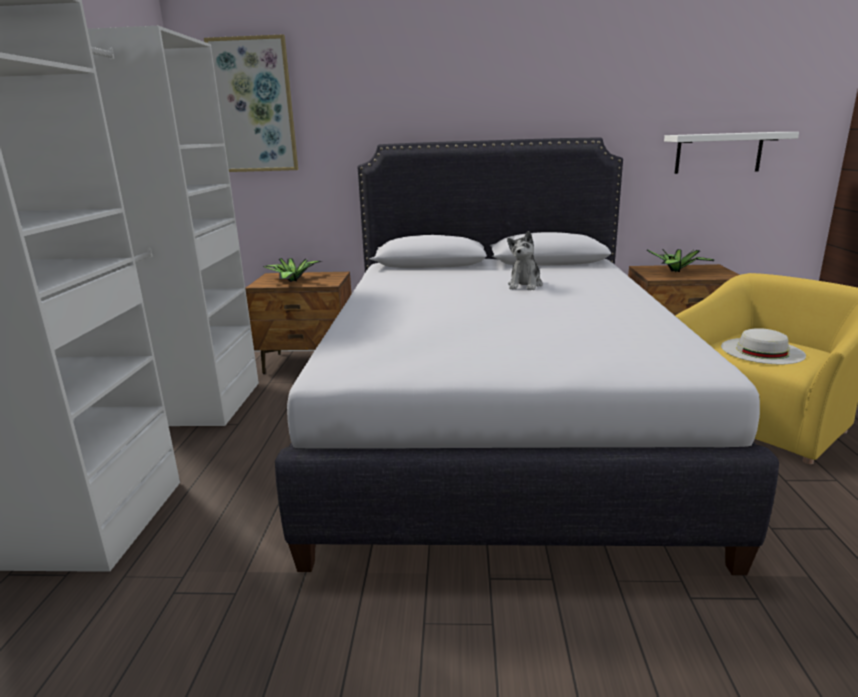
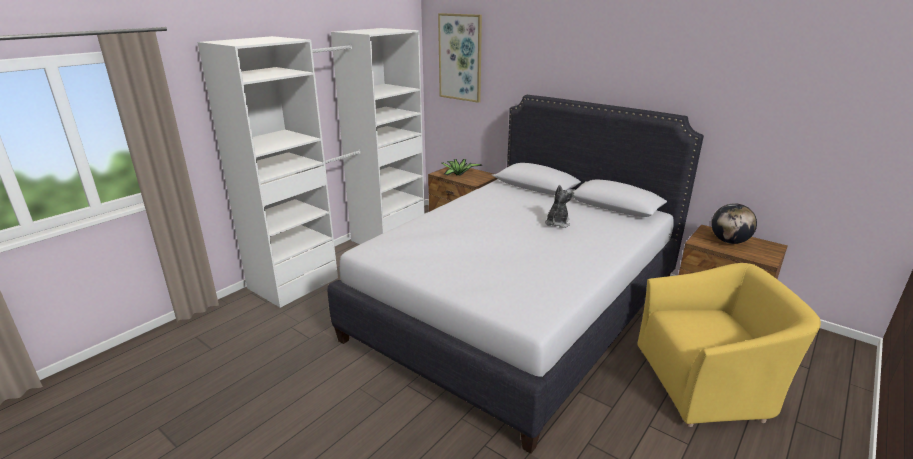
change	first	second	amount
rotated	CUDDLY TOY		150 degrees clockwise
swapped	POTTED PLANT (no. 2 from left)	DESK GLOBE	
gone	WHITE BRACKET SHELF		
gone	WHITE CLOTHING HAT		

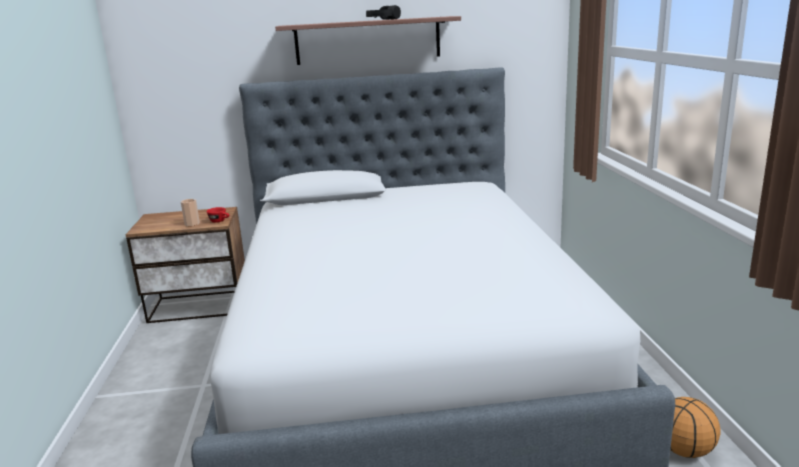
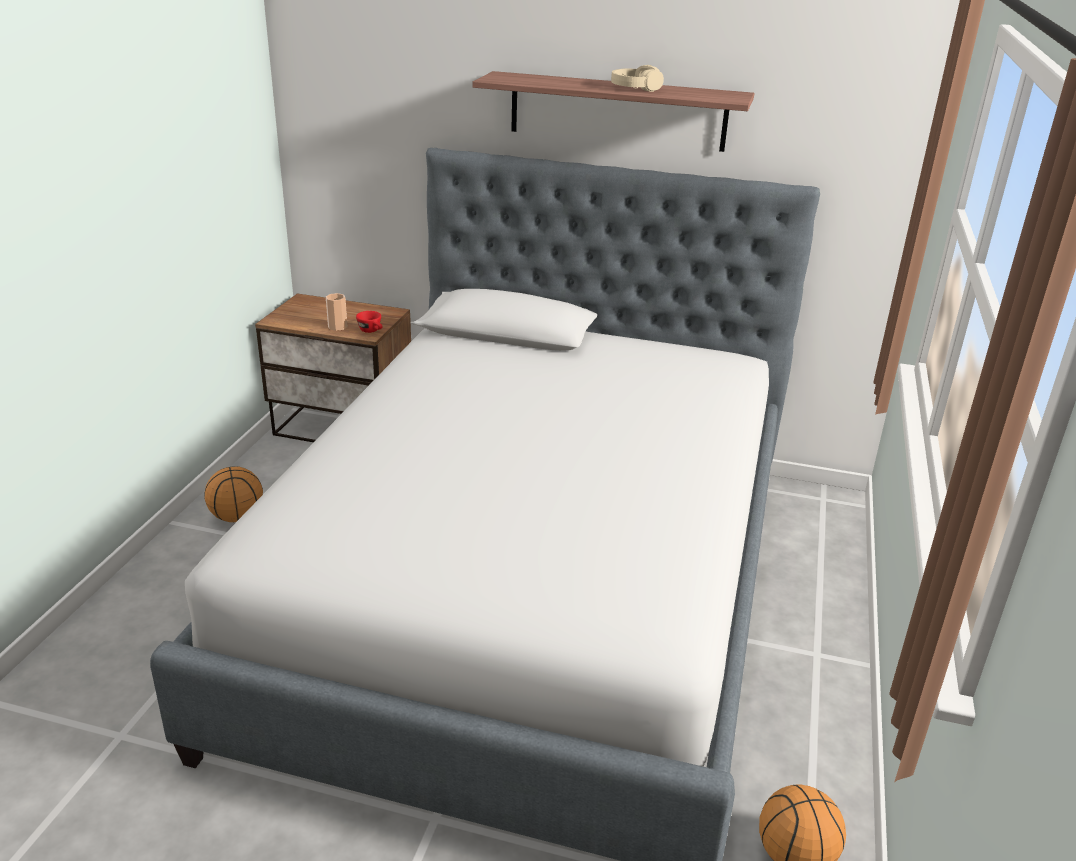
change	first	second	amount
repainted	BLACK-COLOURED HEADSET	BEIGE HEADSET	
new		BASKETBALL (no. 1 from left)	

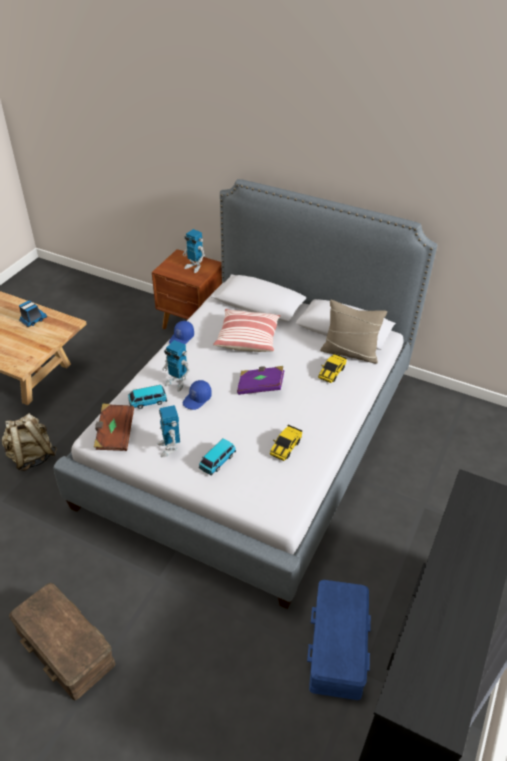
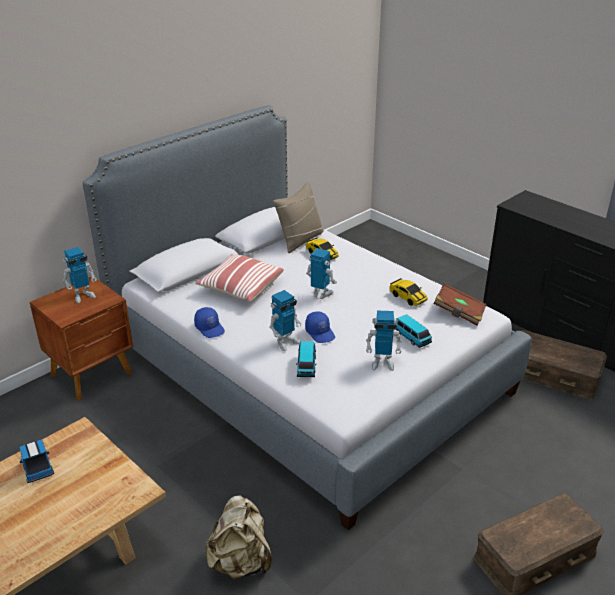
change	first	second	amount
shifted	BROWN BOOK		
swapped	PURPLE BOOK	MODEL ROBOT (no. 3 from left)	
repainted	BLUE-COLOURED STORAGE BIN	BROWN STORAGE BIN (no. 2 from left)	

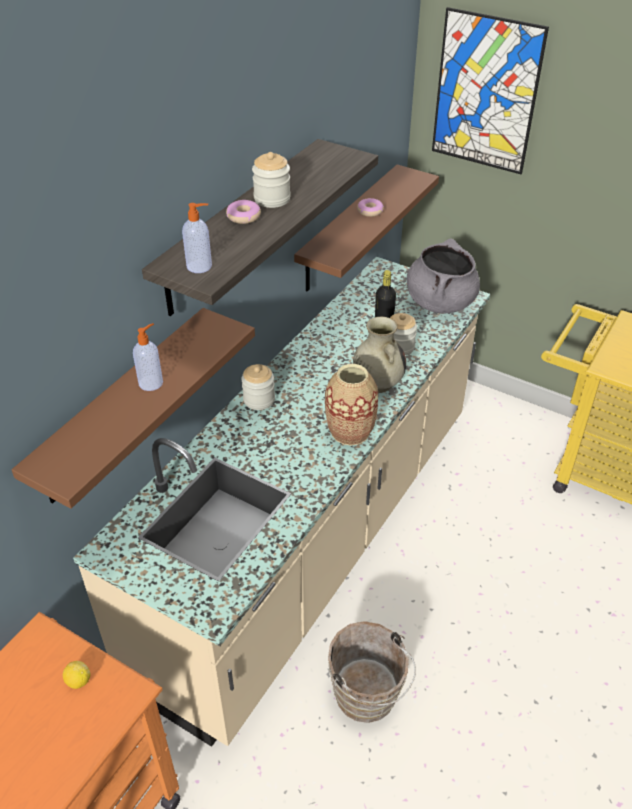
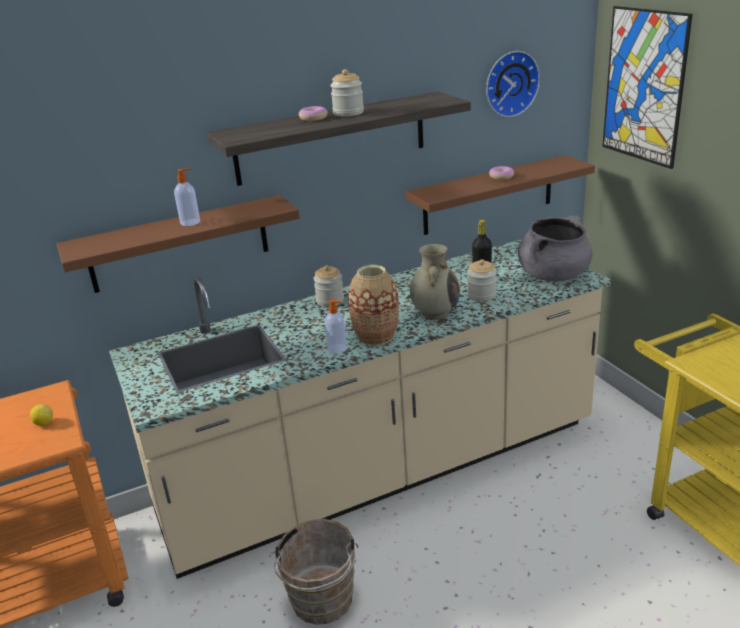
change	first	second	amount
shifted	LIQUID SOAP BOTTLE (no. 2 from left)		
new		HANGING CLOCK	

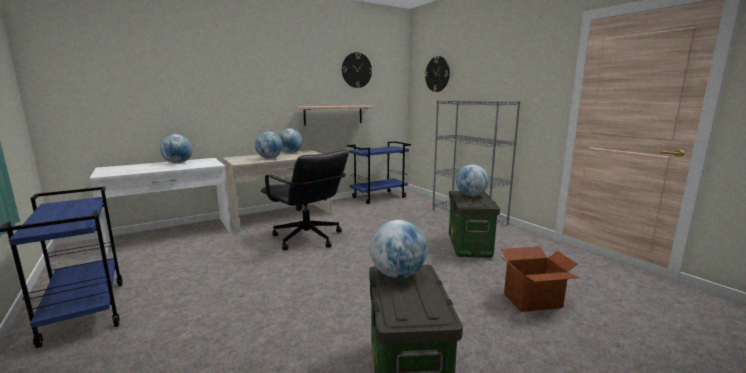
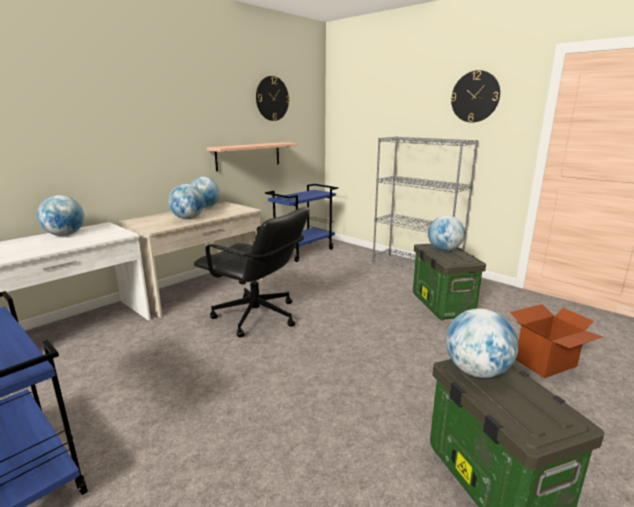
change	first	second	amount
shifted	HANGING CLOCK (no. 2 from left)		

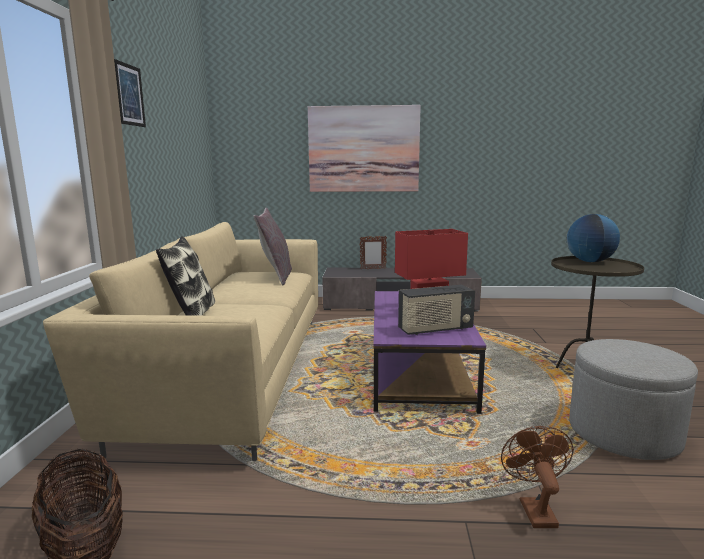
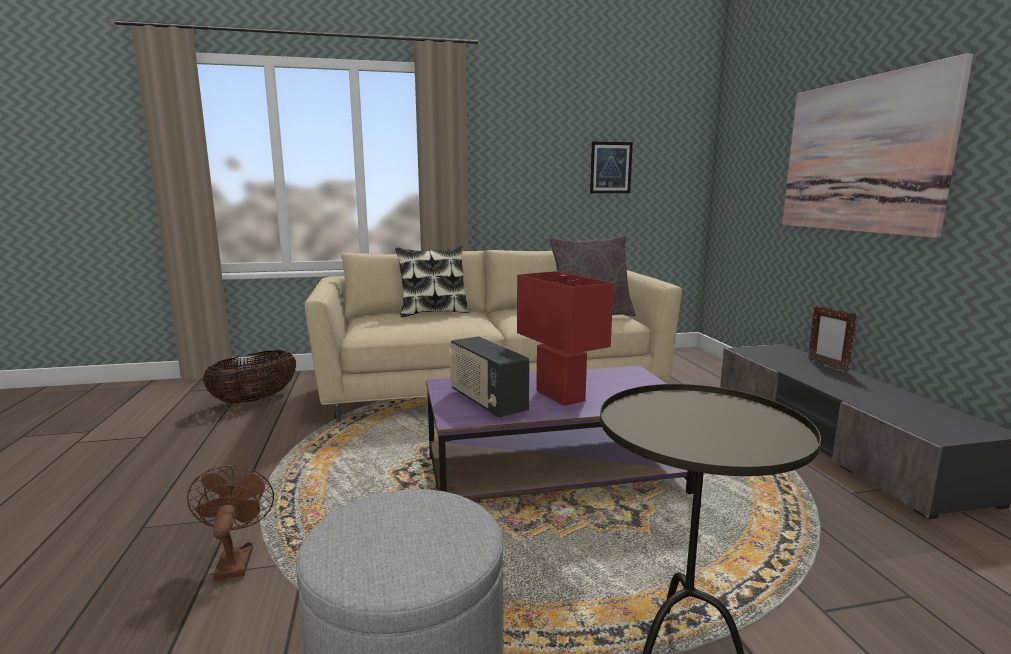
change	first	second	amount
shifted	WALL PICTURE (no. 1 from left)		
rotated	BROWN FAN		90 degrees counterclockwise
gone	DESK GLOBE		

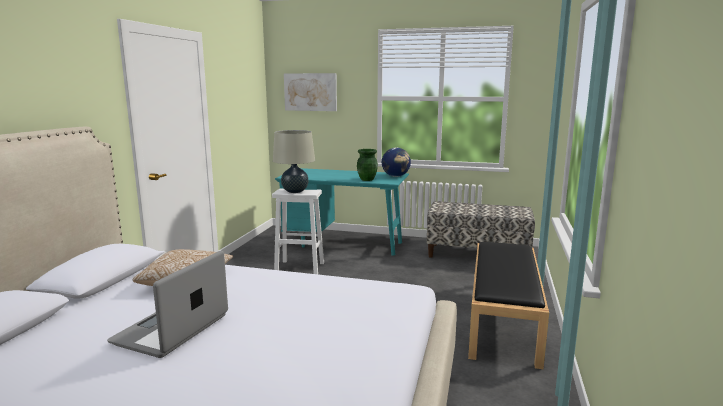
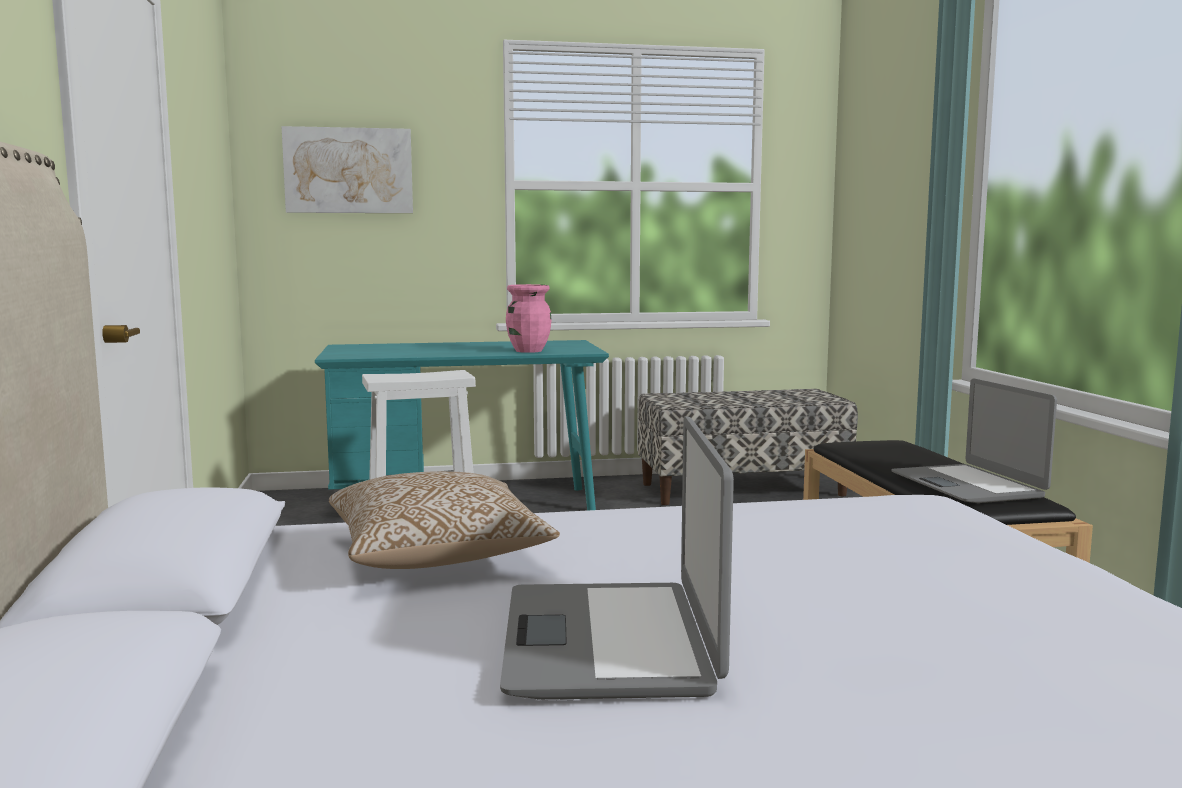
change	first	second	amount
gone	BEIGE TABLETOP LAMP		
repainted	GREENISH VASE	PINK VASE	
gone	DESK GLOBE		
new		NOTEBOOK COMPUTER (no. 2 from left)	

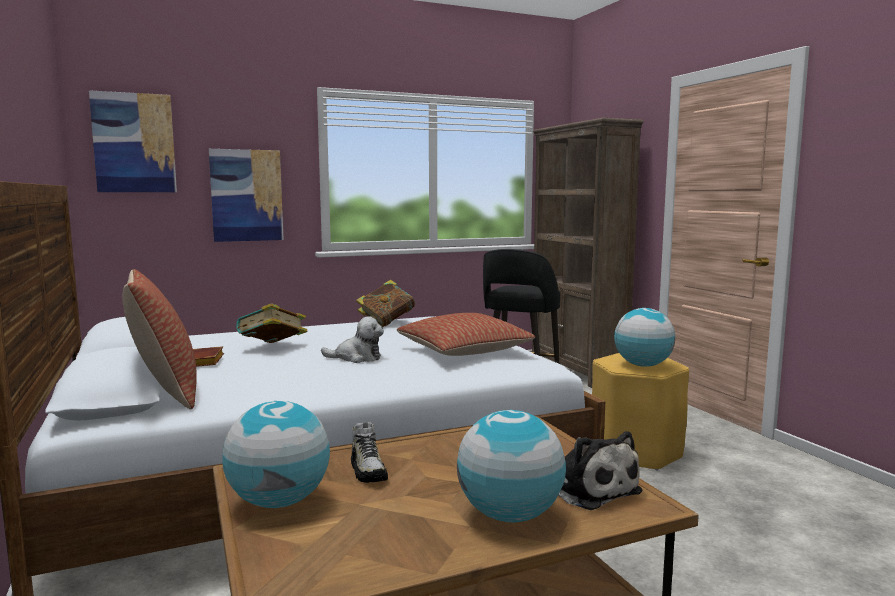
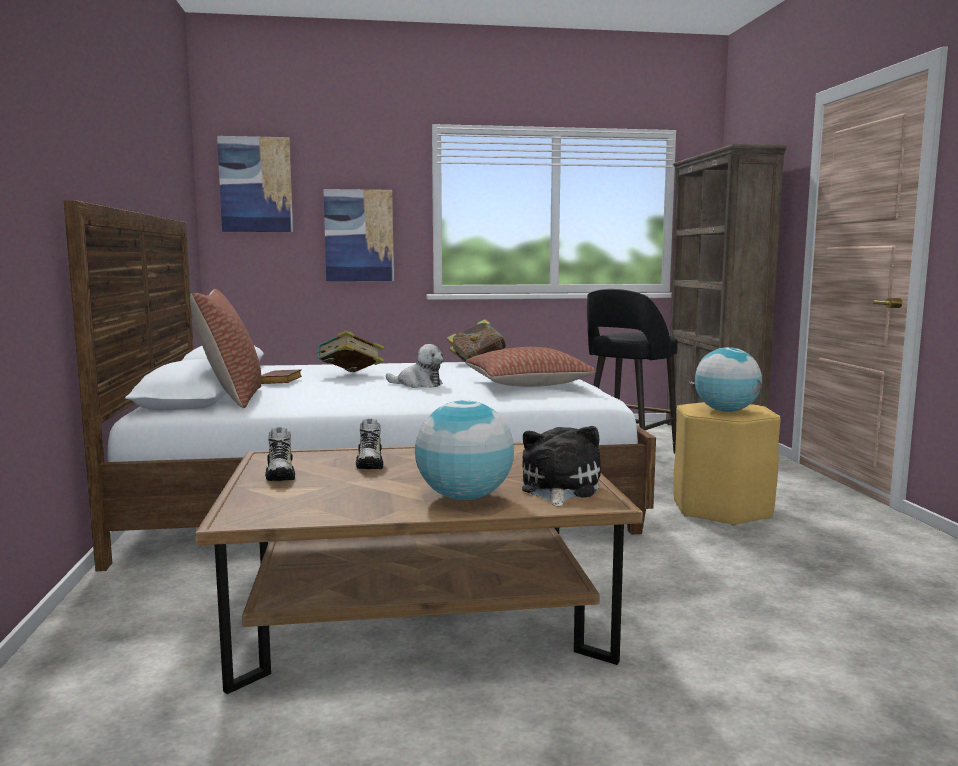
change	first	second	amount
swapped	DESK GLOBE (no. 1 from left)	SHOE (no. 1 from left)	
rotated	CUDDLY TOY (no. 2 from left)		150 degrees counterclockwise

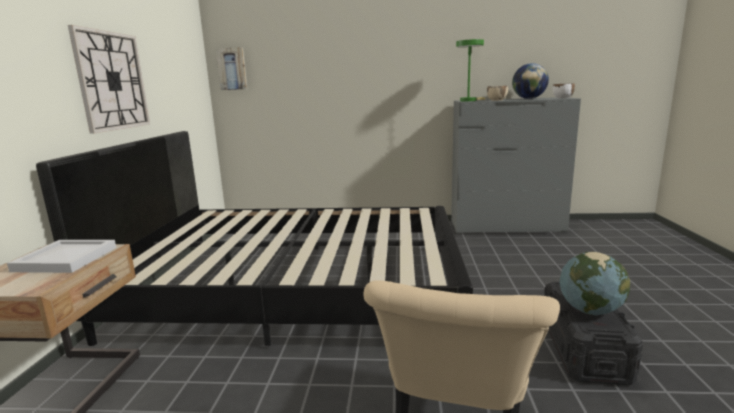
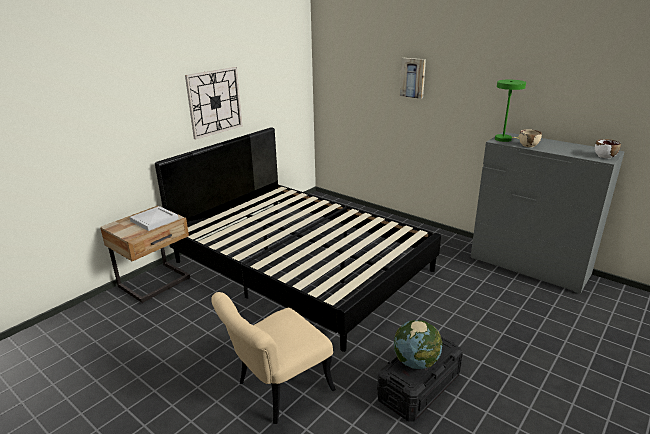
change	first	second	amount
shifted	WALL PICTURE		
gone	DESK GLOBE (no. 1 from left)		

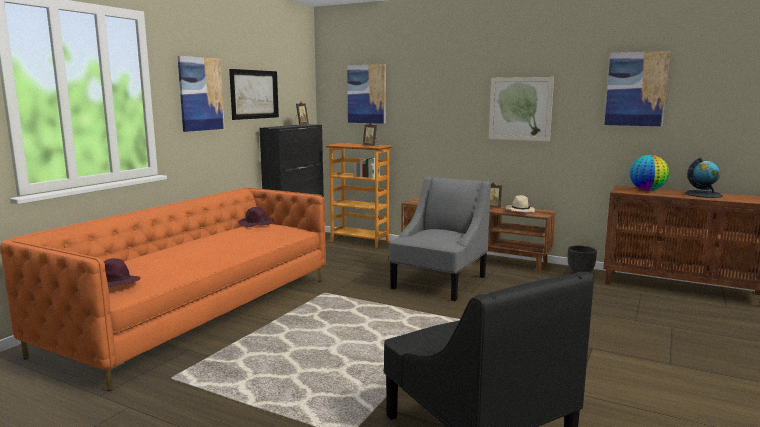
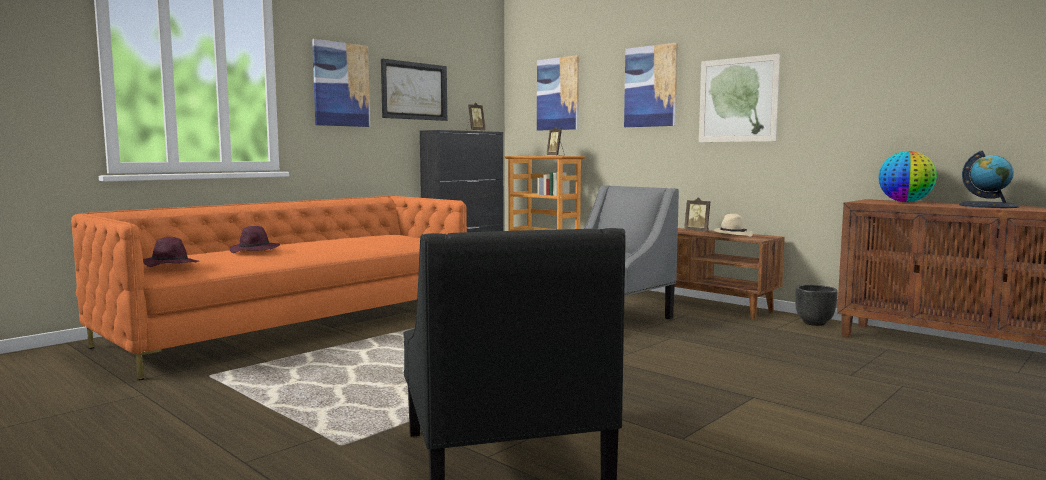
change	first	second	amount
shifted	PURPLE CLOTHING HAT (no. 2 from left)		
shifted	WALL PICTURE (no. 5 from left in the first image)	WALL PICTURE (no. 4 from left)	

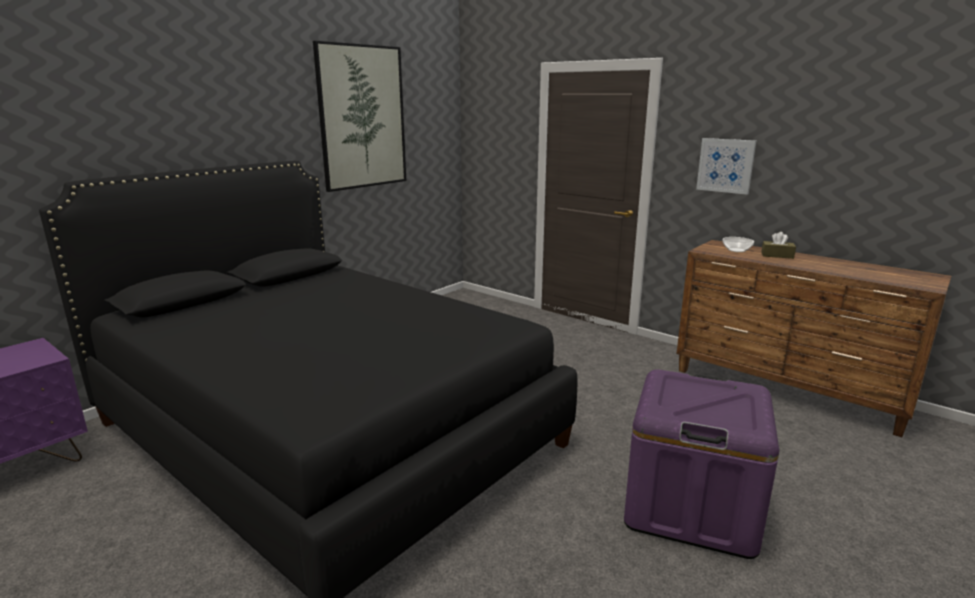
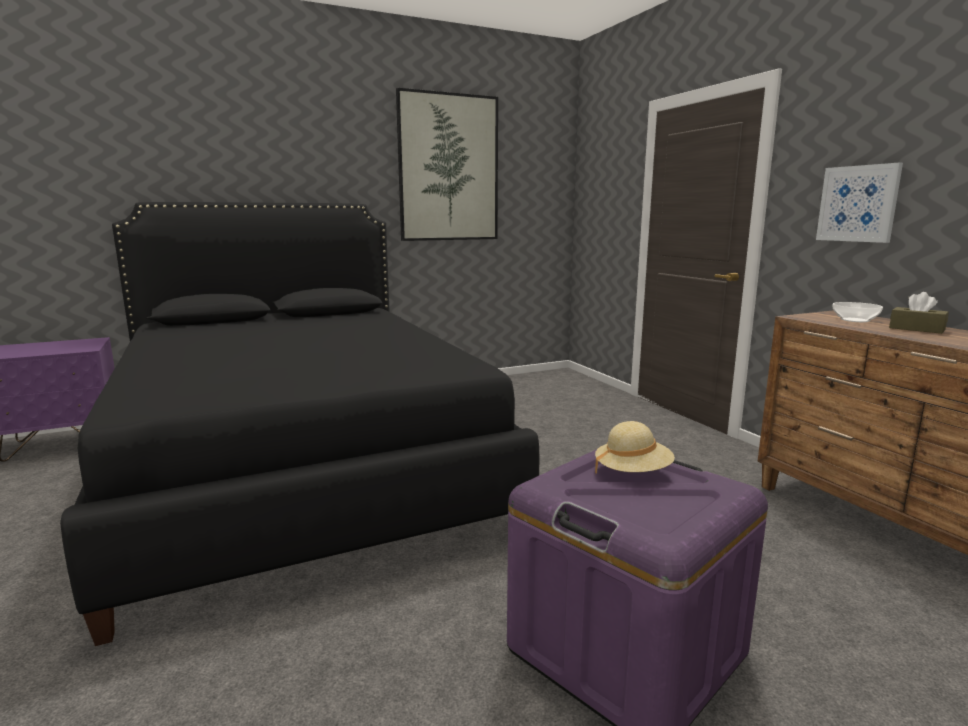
change	first	second	amount
new		BEIGE CLOTHING HAT	

